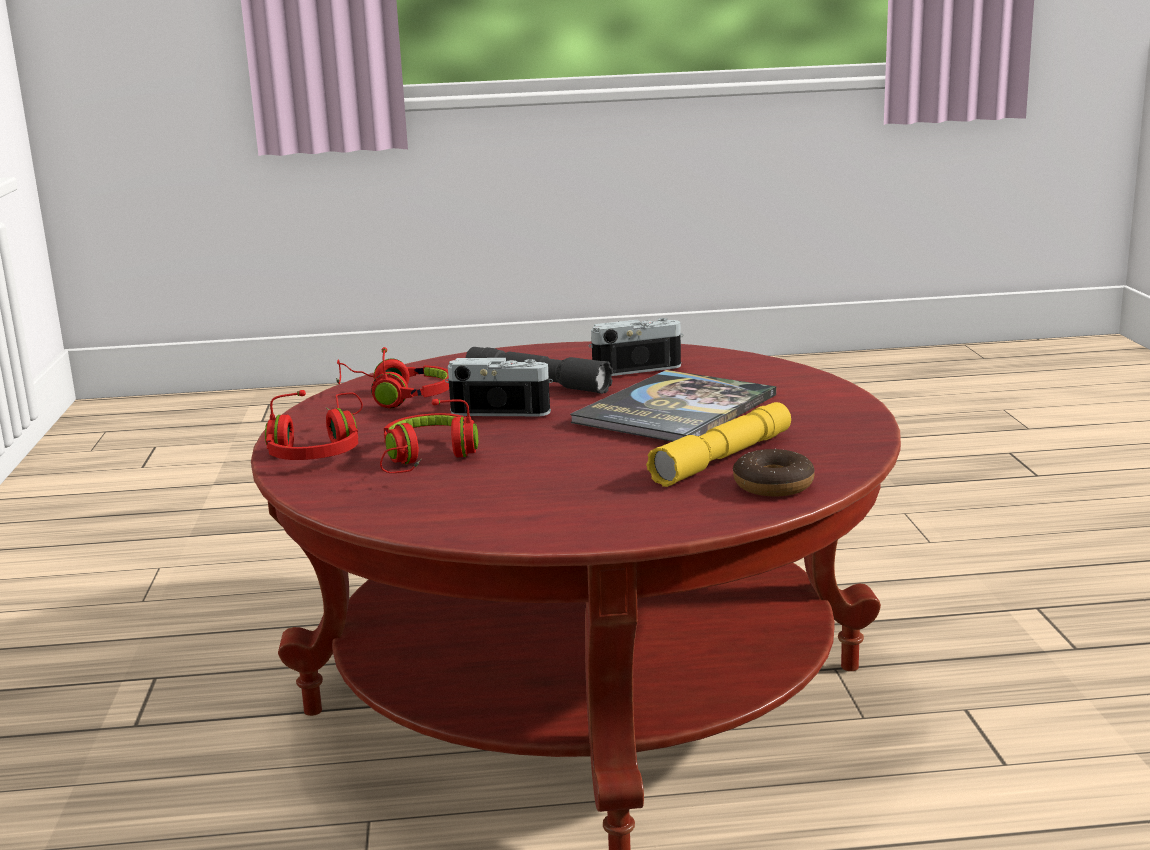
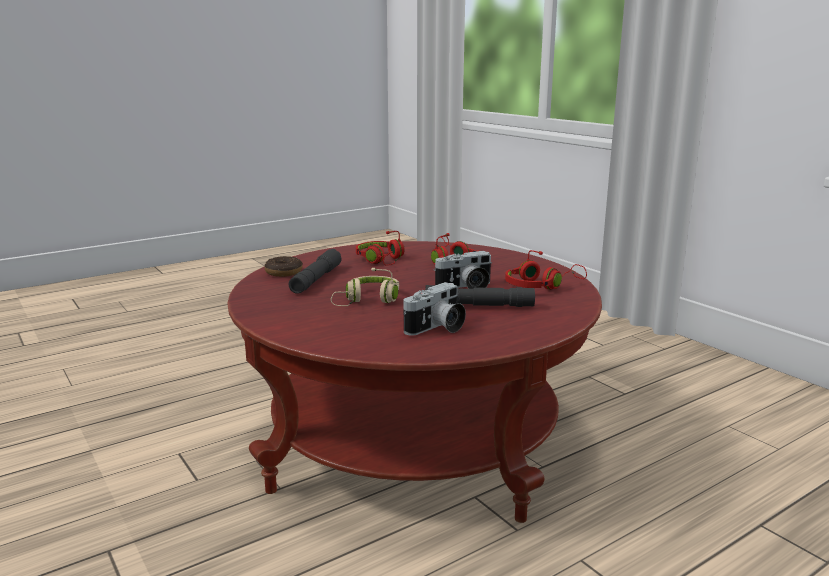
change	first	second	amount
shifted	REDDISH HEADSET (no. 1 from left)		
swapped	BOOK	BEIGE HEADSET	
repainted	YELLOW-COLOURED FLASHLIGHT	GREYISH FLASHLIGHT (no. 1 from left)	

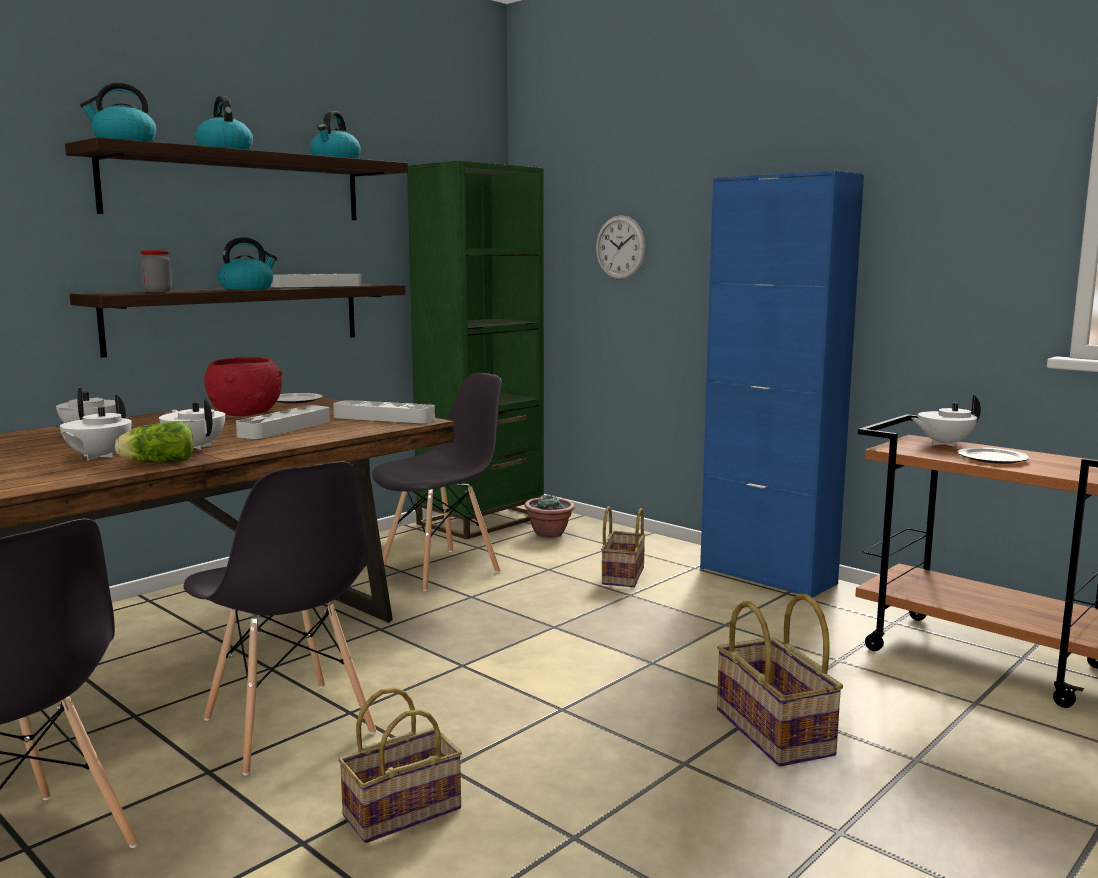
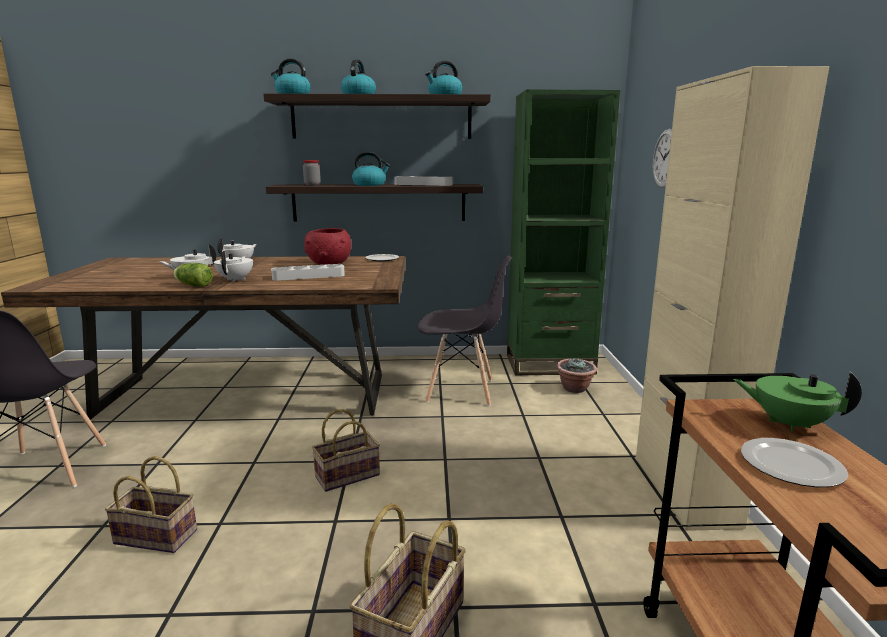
change	first	second	amount
gone	GREYISH CHAIR (no. 2 from left)		
gone	GREYISH SERVING TRAY (no. 3 from left)		
shifted	BASKET (no. 2 from left)		
repainted	BLUE-COLOURED CUPBOARD	BEIGE CUPBOARD	
repainted	WHITE POT FOR TEA (no. 4 from left)	GREENISH POT FOR TEA	

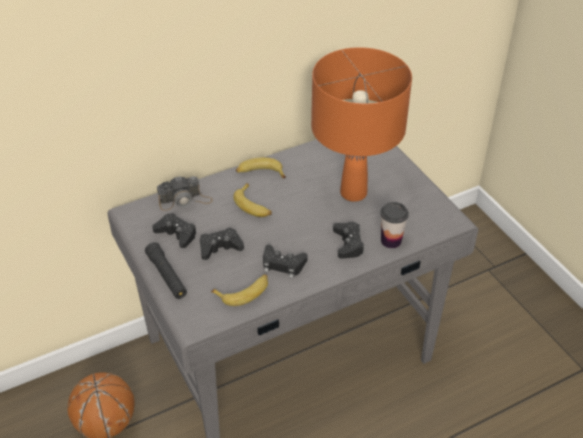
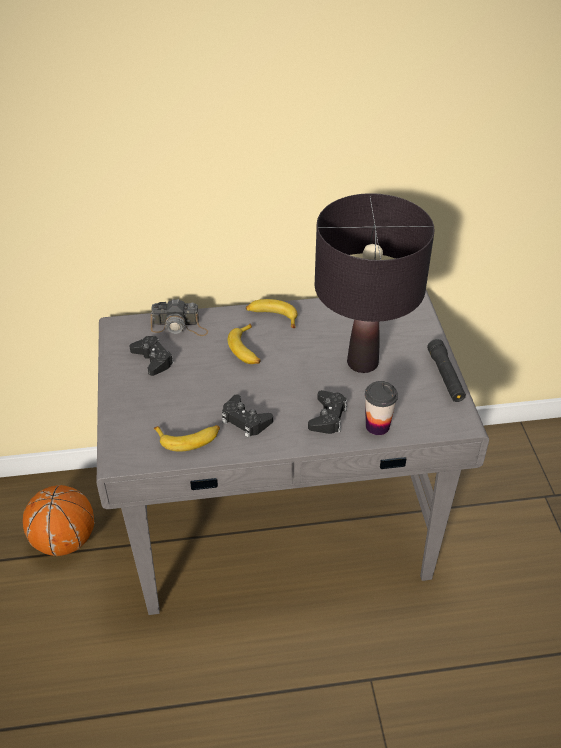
change	first	second	amount
shifted	BLACK-COLOURED FLASHLIGHT		
gone	BLACK-COLOURED GAME CONTROLLER (no. 2 from left)		
repainted	ORANGE TABLETOP LAMP	BLACK-COLOURED TABLETOP LAMP	

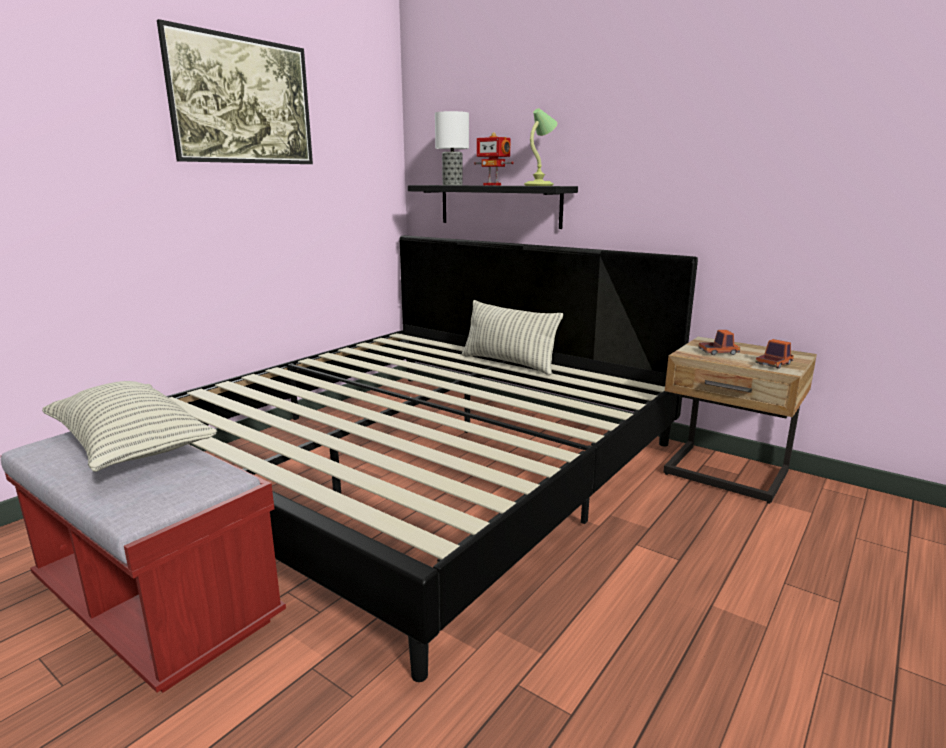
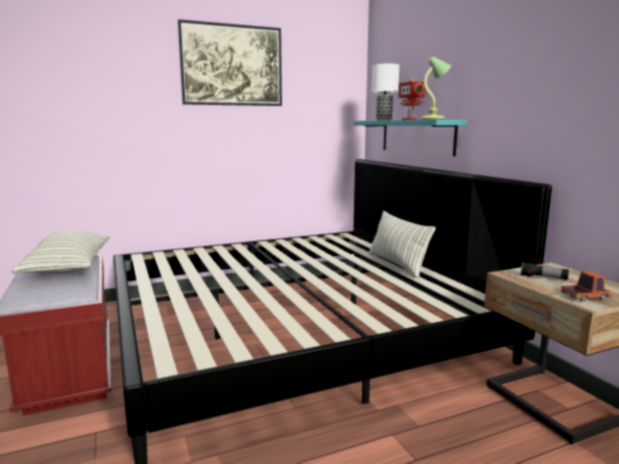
change	first	second	amount
repainted	BLACK-COLOURED BRACKET SHELF	TURQUOISE BRACKET SHELF	
swapped	MODEL TRUCK (no. 1 from left)	FLASHLIGHT	

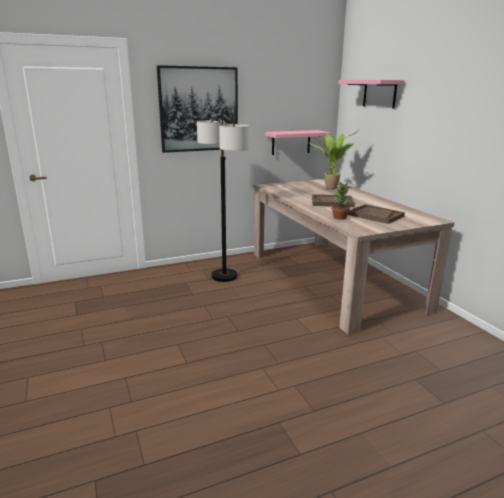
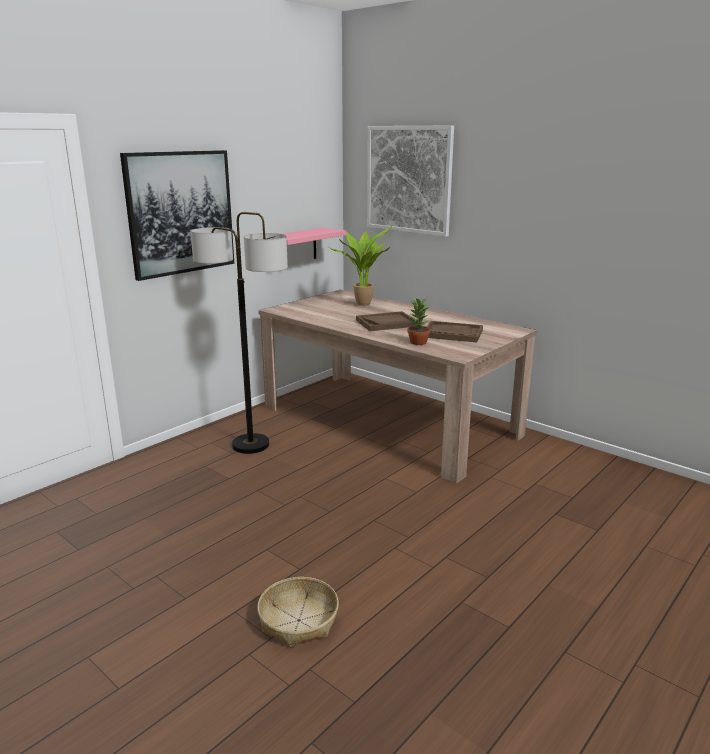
change	first	second	amount
swapped	PINK BRACKET SHELF (no. 2 from left)	WALL PICTURE (no. 2 from left)	
new		BASKET	

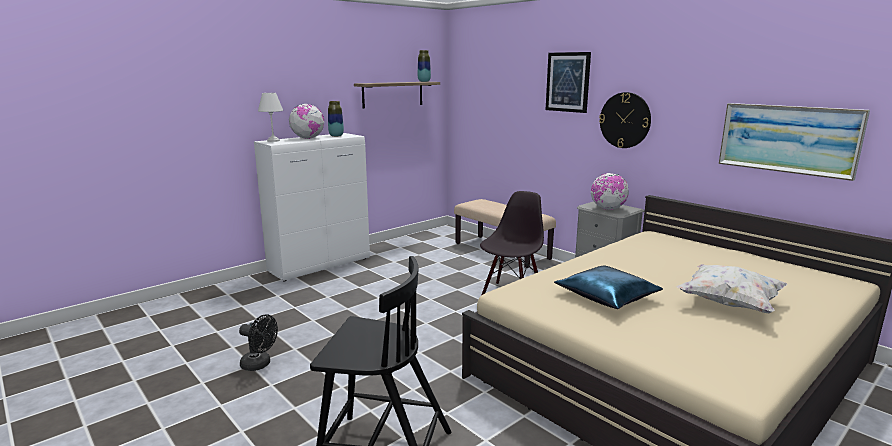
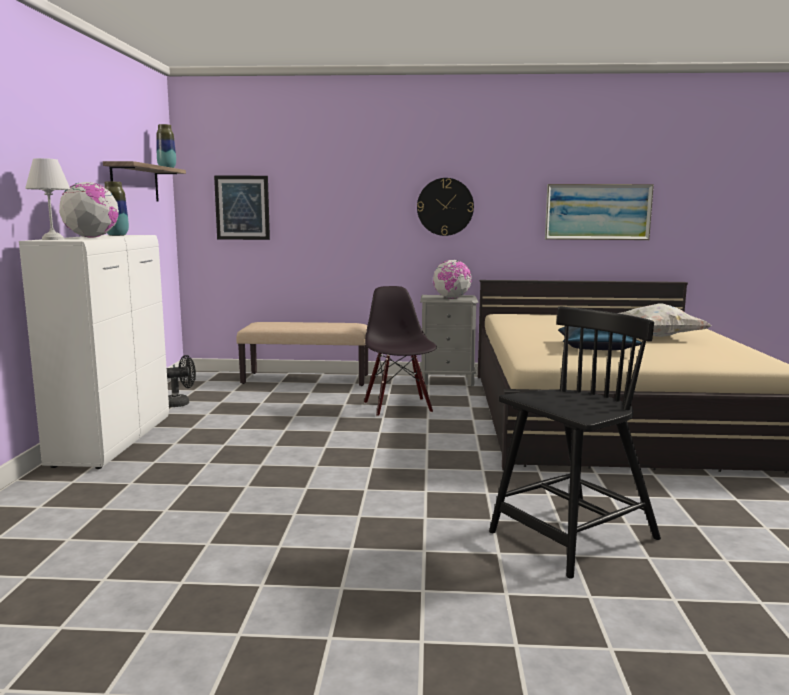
change	first	second	amount
shifted	BLACK-COLOURED FAN		
shifted	WALL PICTURE (no. 1 from left)		

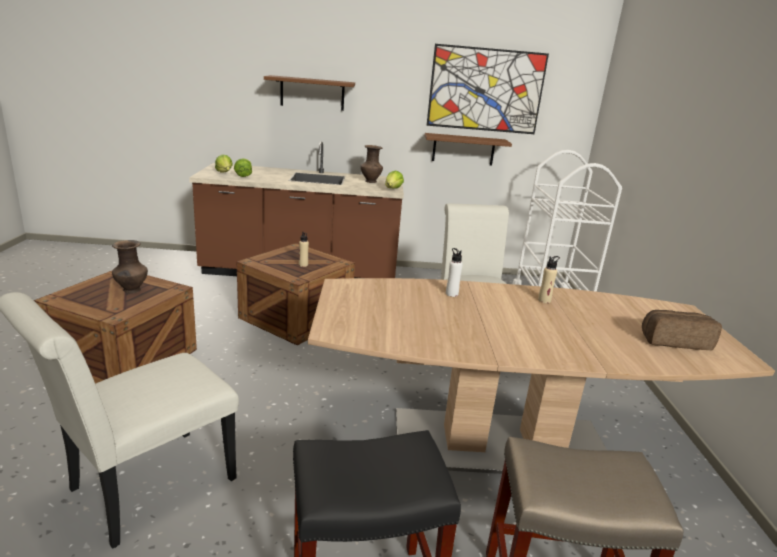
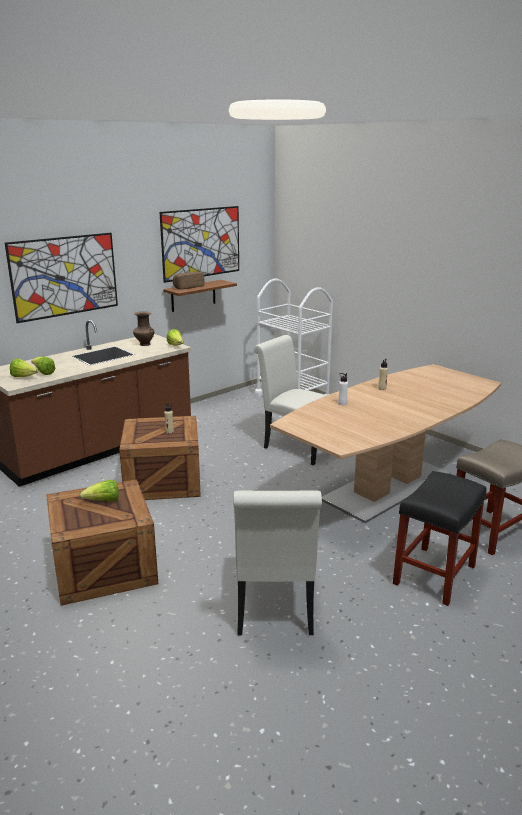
change	first	second	amount
swapped	BROWN VASE (no. 1 from left)	LETTUCE HEAD (no. 3 from left)	
swapped	BROWN BRACKET SHELF (no. 1 from left)	WALL PICTURE (no. 1 from left)	
shifted	BREAD		

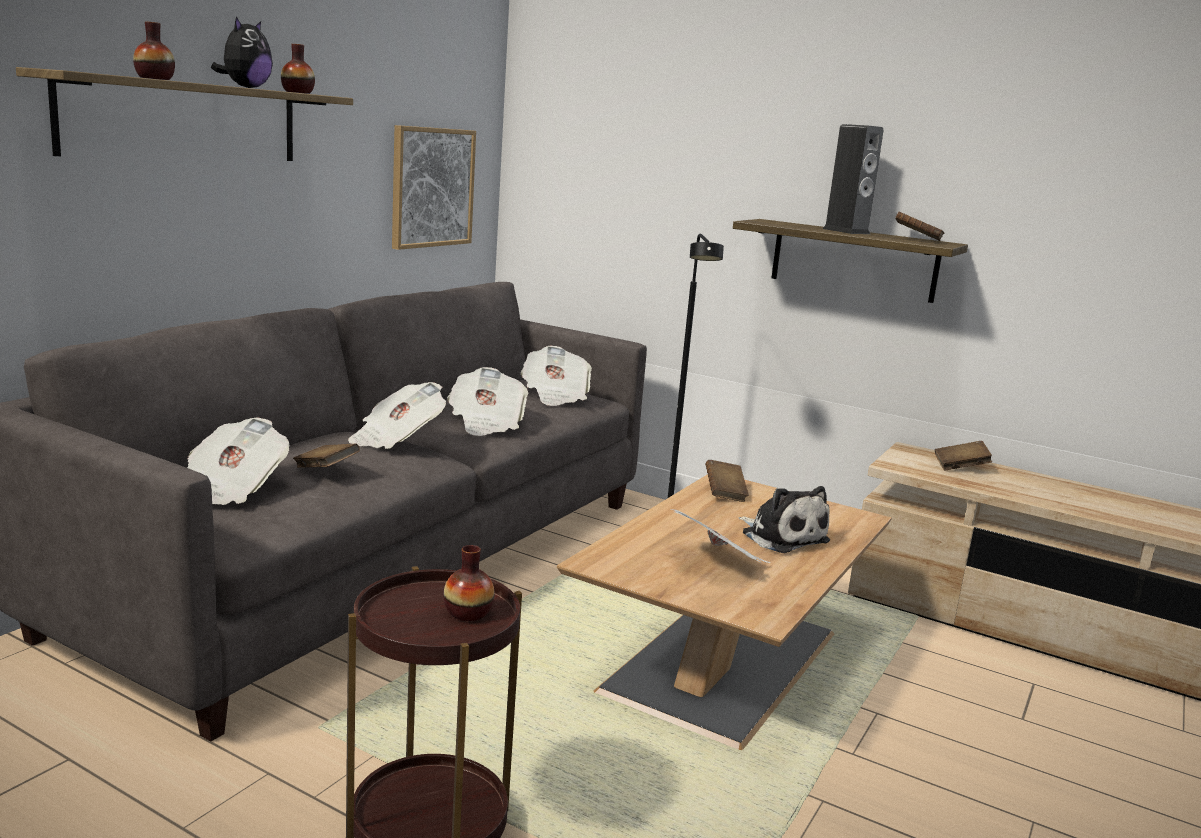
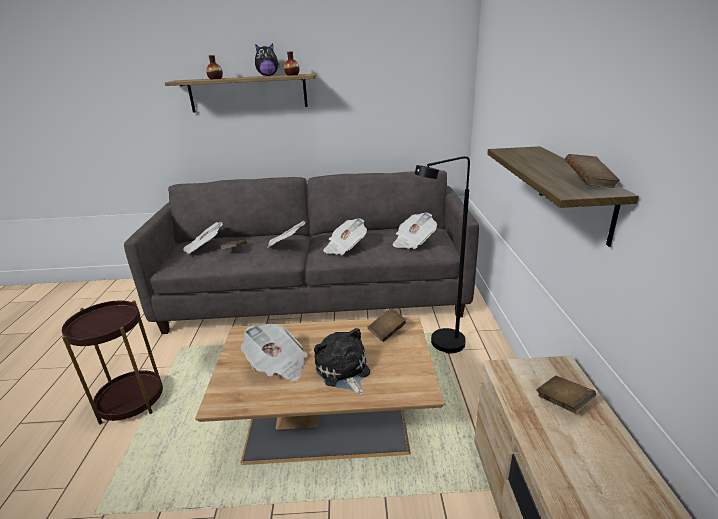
change	first	second	amount
gone	WALL PICTURE		
gone	VASE (no. 3 from left)		
rotated	CUDDLY TOY (no. 2 from left)		135 degrees clockwise
gone	AUDIO SPEAKER		

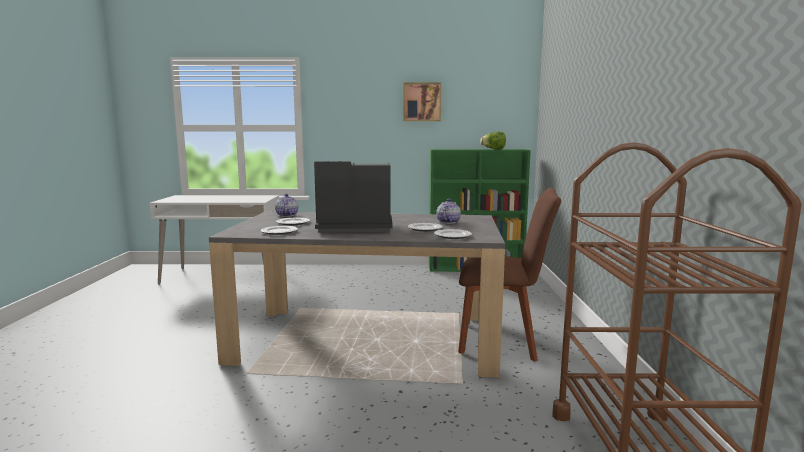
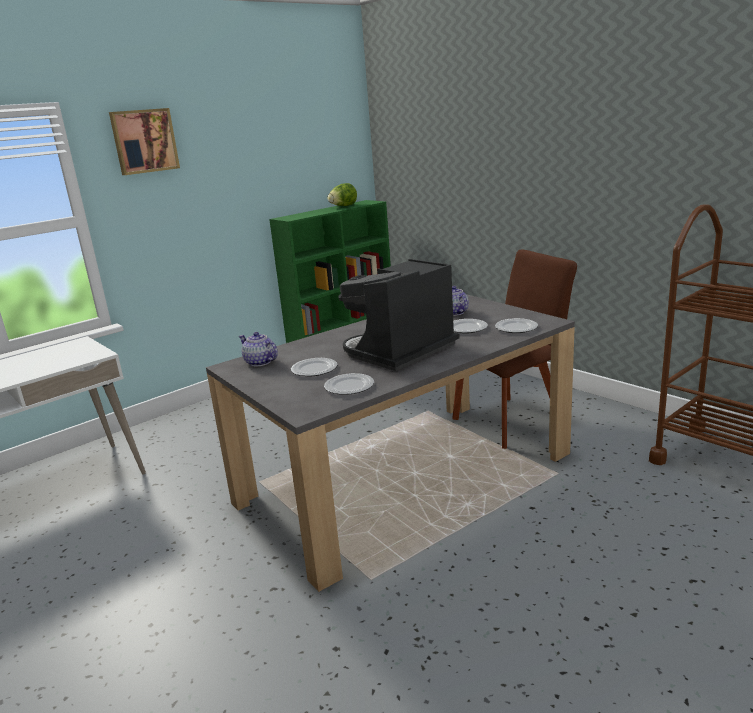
change	first	second	amount
shifted	WALL PICTURE		

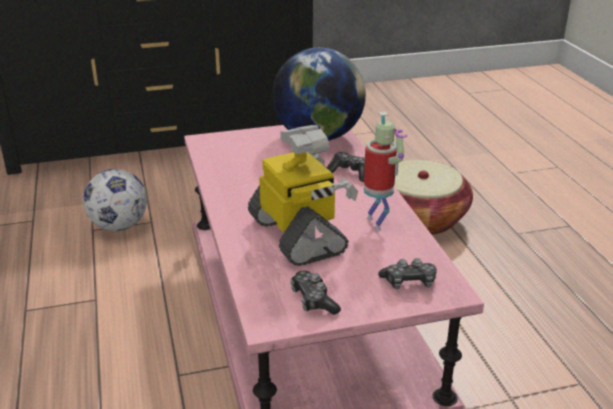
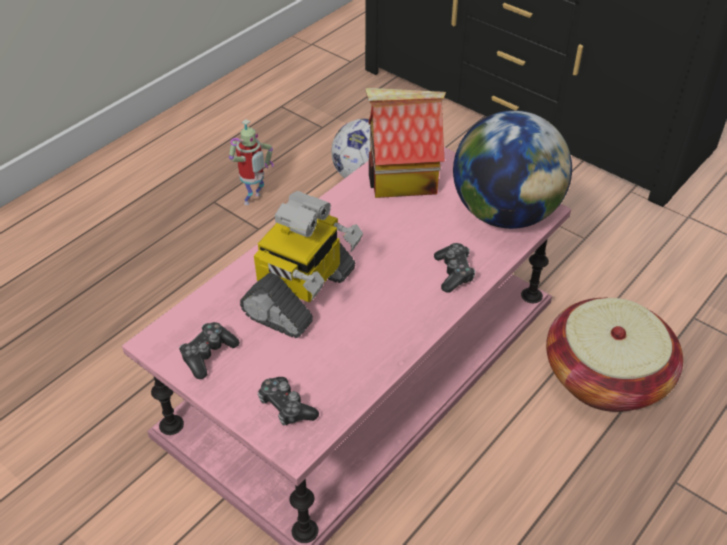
change	first	second	amount
shifted	MODEL ROBOT (no. 2 from left in the first image)	MODEL ROBOT (no. 1 from left)	
new		TOY HOUSE	

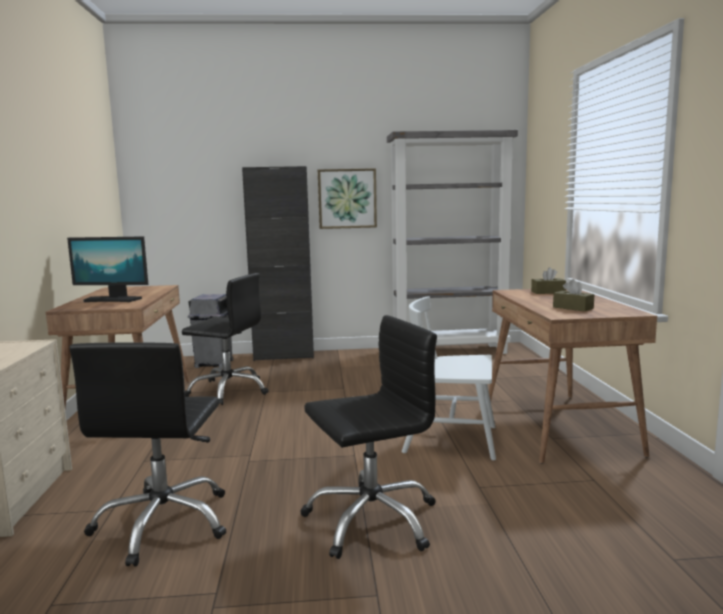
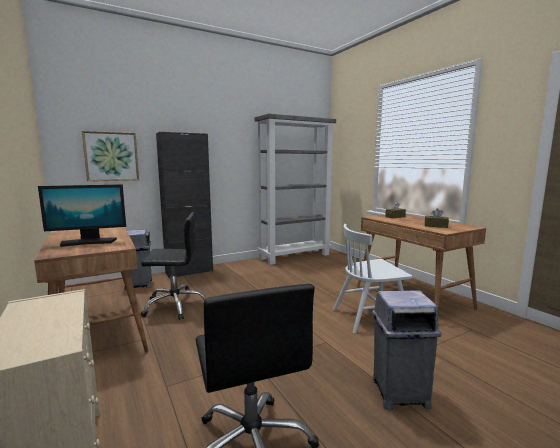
change	first	second	amount
swapped	BLACK-COLOURED COMPUTER CHAIR (no. 3 from left)	GREYISH WASTE BIN (no. 2 from left)	
shifted	WALL PICTURE		

